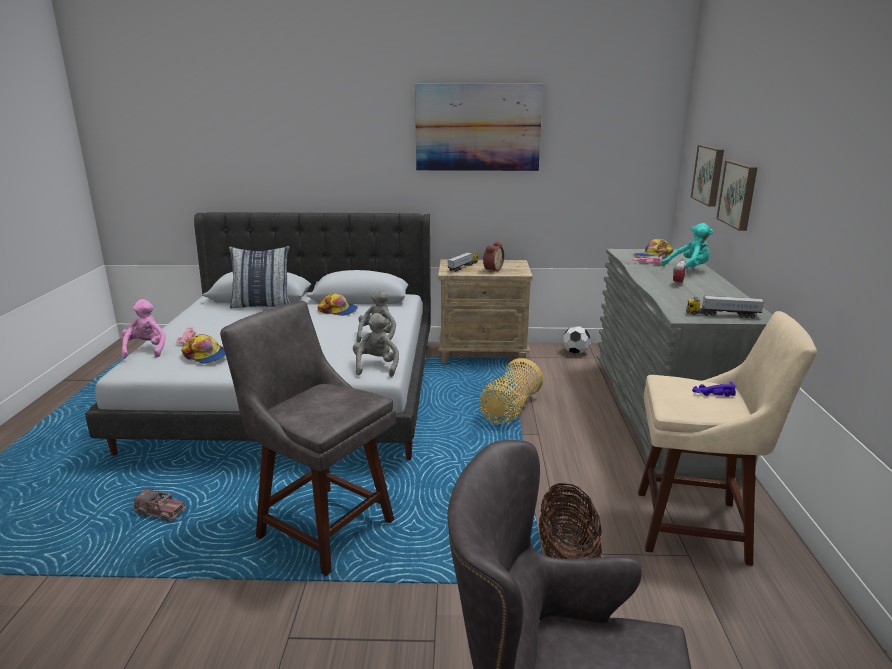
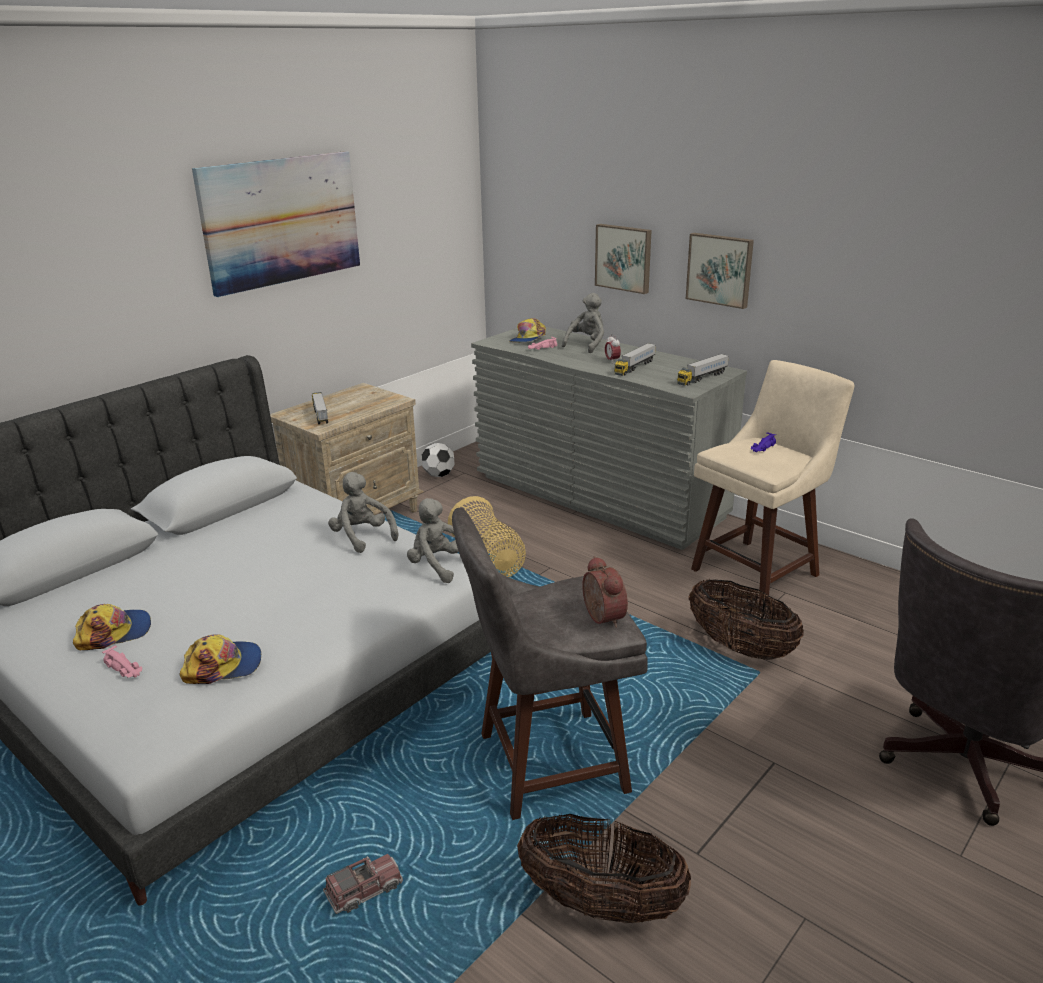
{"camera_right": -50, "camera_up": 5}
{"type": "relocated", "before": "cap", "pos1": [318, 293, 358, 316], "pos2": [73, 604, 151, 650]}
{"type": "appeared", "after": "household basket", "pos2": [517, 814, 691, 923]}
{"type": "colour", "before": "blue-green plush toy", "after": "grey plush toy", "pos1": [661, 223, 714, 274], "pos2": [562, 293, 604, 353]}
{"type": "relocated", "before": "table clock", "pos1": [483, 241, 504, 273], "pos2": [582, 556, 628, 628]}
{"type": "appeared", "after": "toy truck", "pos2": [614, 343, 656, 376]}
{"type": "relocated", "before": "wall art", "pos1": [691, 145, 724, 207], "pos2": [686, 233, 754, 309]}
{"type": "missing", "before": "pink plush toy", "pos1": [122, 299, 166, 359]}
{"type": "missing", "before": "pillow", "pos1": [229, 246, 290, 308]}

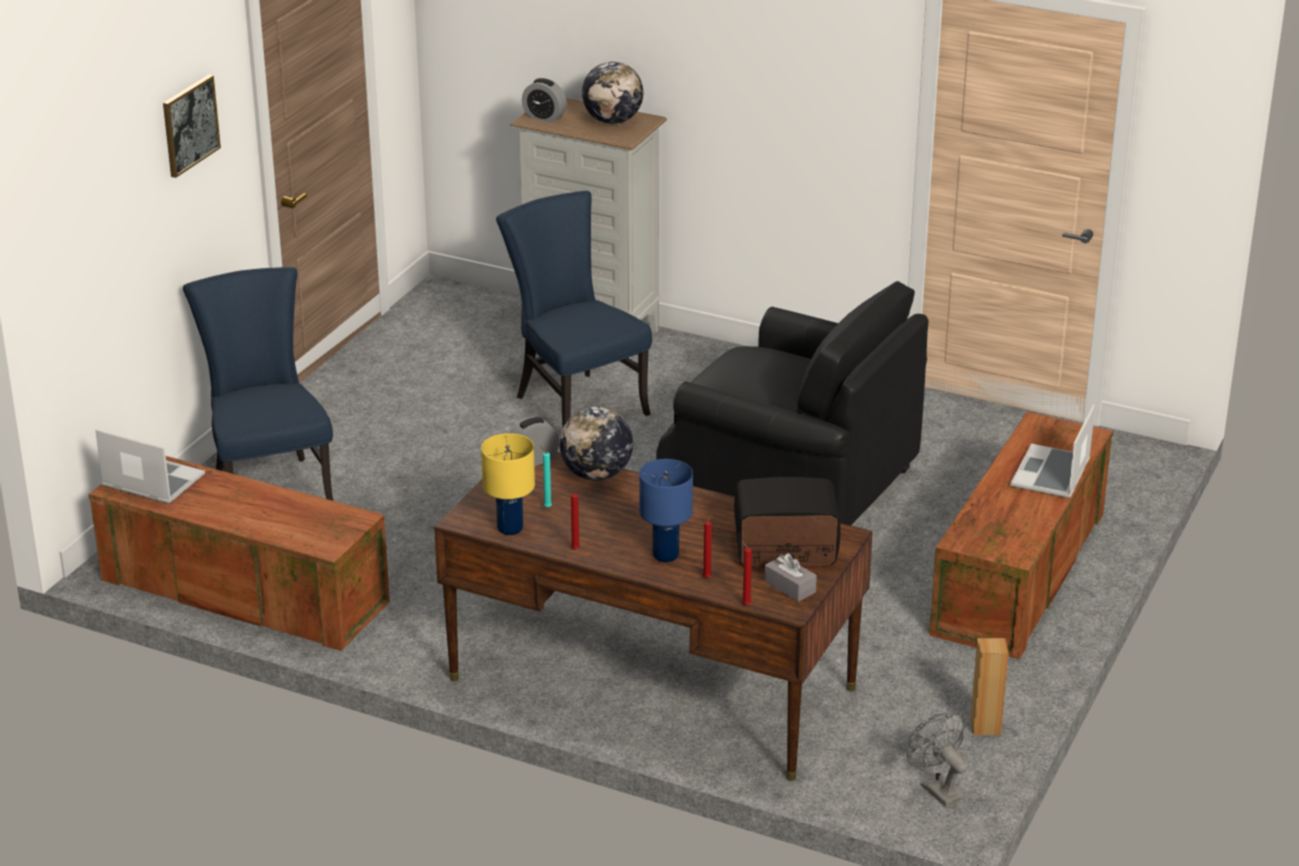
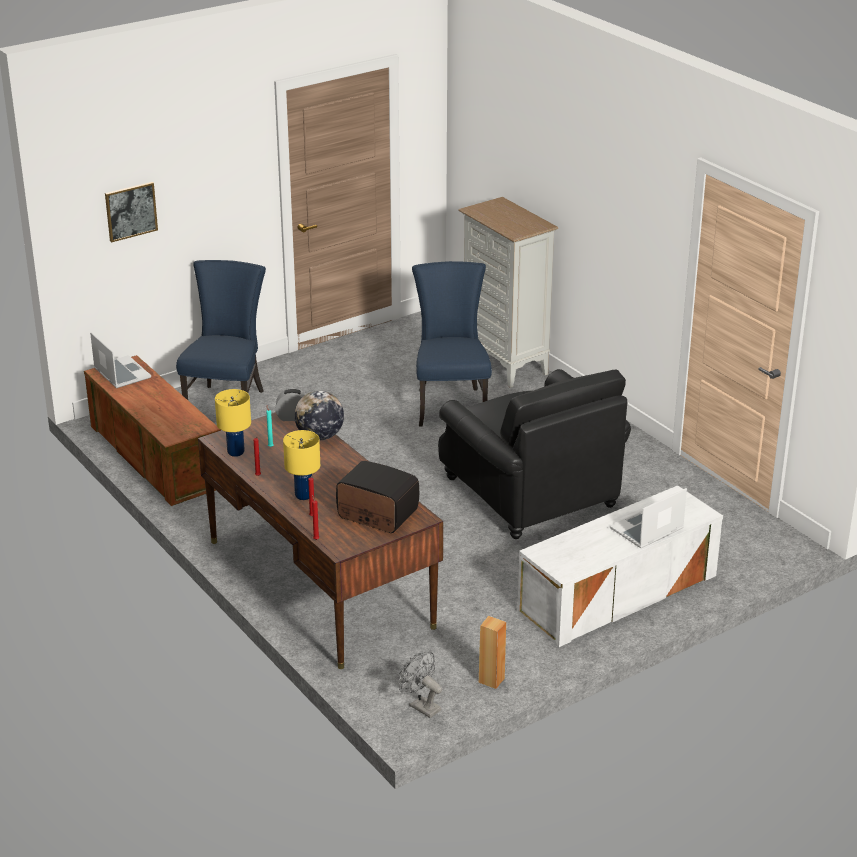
{"camera_right": 30, "camera_up": 0}
{"type": "relocated", "before": "wall art", "pos1": [163, 75, 221, 178], "pos2": [105, 182, 158, 242]}
{"type": "colour", "before": "blue table lamp", "after": "yellow table lamp", "pos1": [639, 459, 693, 562], "pos2": [283, 430, 320, 500]}
{"type": "spun", "before": "grey electric fan", "pos1": [907, 712, 967, 807], "pos2": [399, 652, 442, 718], "turn": -45}
{"type": "colour", "before": "brown bench", "after": "whitish bench", "pos1": [929, 412, 1113, 659], "pos2": [517, 486, 723, 647]}
{"type": "missing", "before": "table clock", "pos1": [522, 78, 567, 122]}
{"type": "missing", "before": "desk globe", "pos1": [582, 62, 643, 124]}
{"type": "missing", "before": "grey tissue holder", "pos1": [764, 553, 817, 602]}

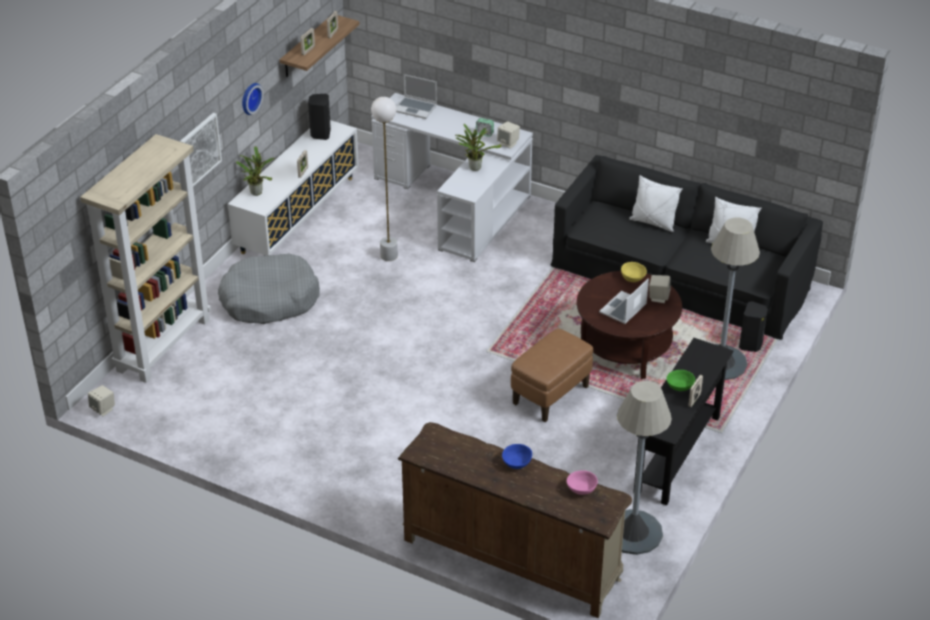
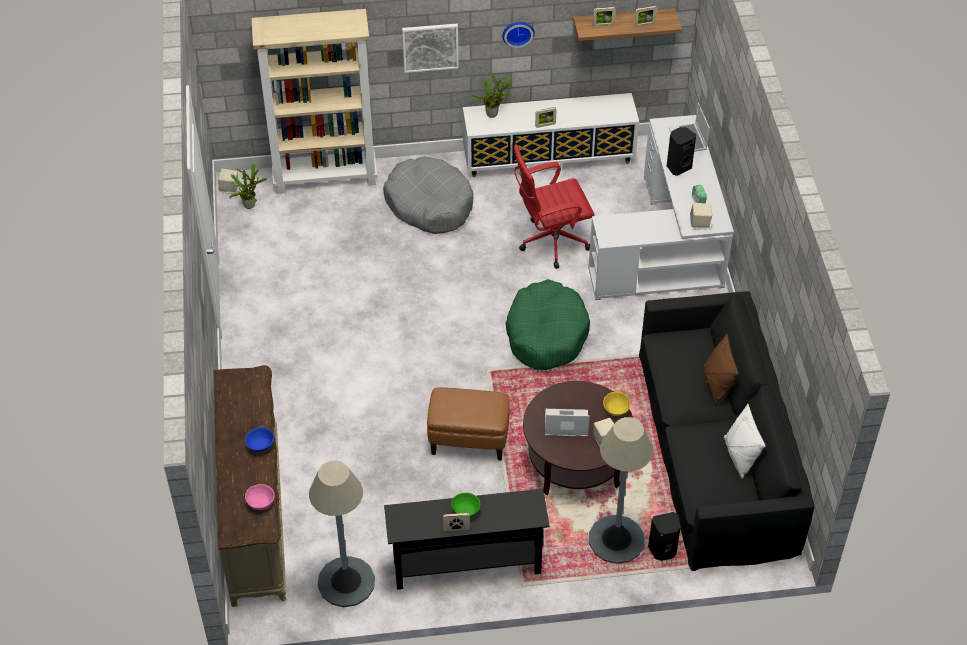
{"camera_right": 55, "camera_up": 10}
{"type": "relocated", "before": "potted plant", "pos1": [455, 124, 501, 171], "pos2": [229, 163, 267, 209]}
{"type": "appeared", "after": "green-coloured dog cushion", "pos2": [506, 279, 590, 370]}
{"type": "exchanged", "before": "whitish standard lamp", "after": "red-coloured desk chair", "pos1": [371, 97, 398, 261], "pos2": [514, 145, 594, 269]}
{"type": "relocated", "before": "blackish loudspeaker", "pos1": [308, 94, 331, 140], "pos2": [667, 127, 696, 176]}
{"type": "colour", "before": "whitish pillow", "after": "brown pillow", "pos1": [629, 175, 683, 232], "pos2": [704, 334, 738, 406]}

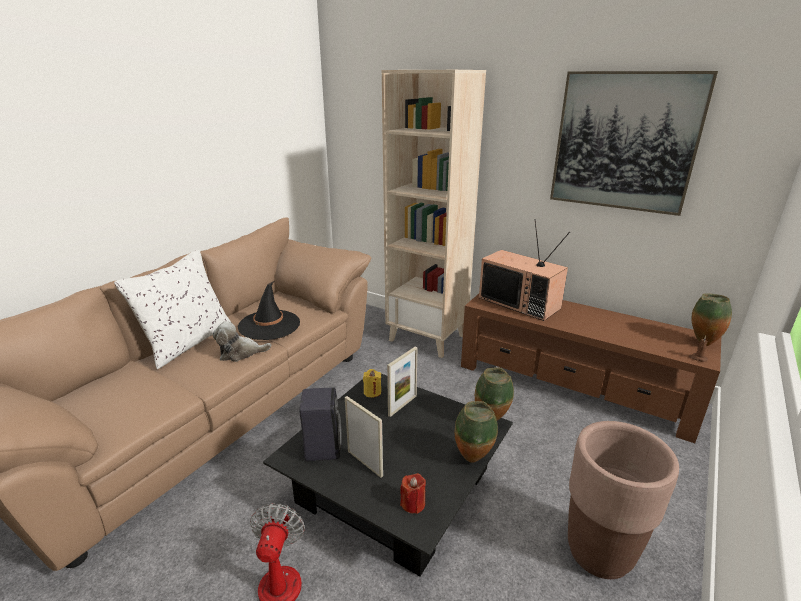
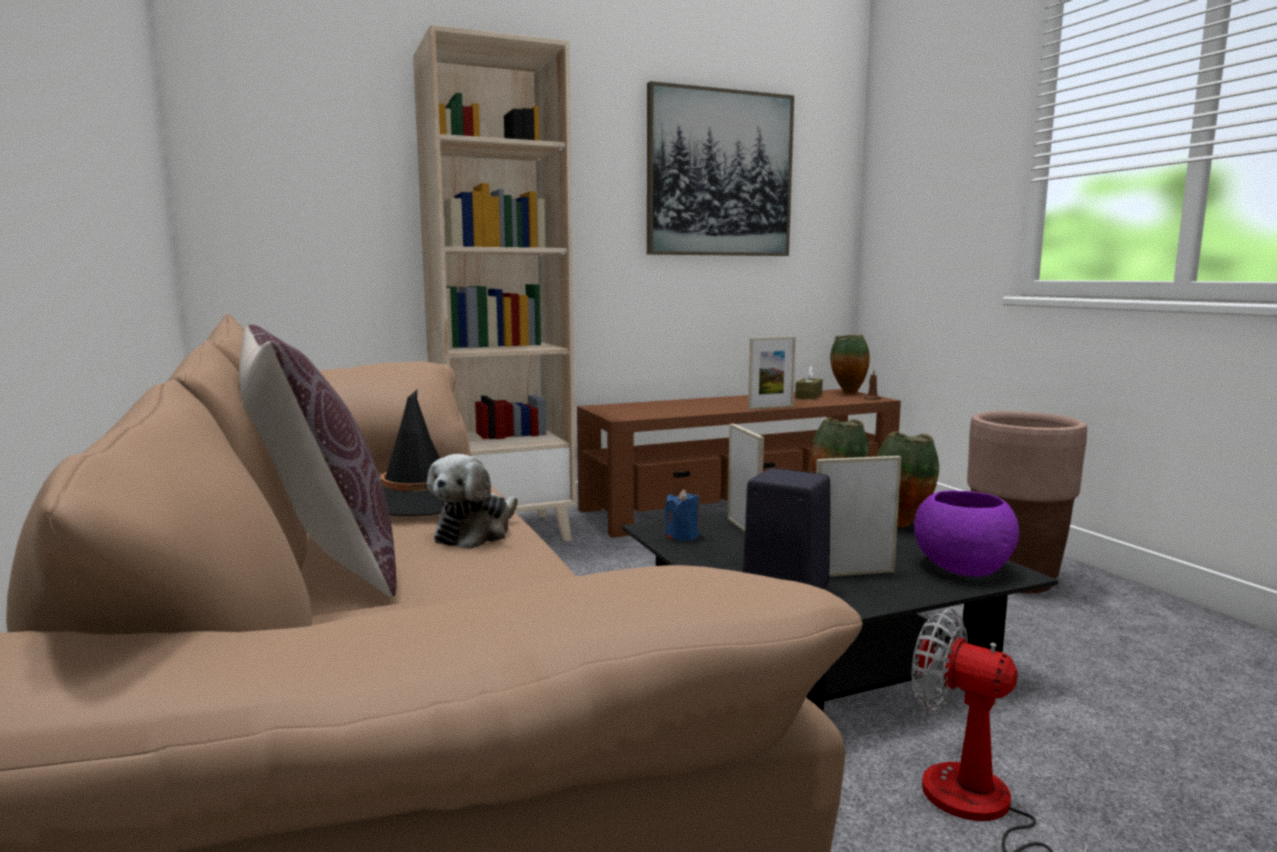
{"camera_right": -55, "camera_up": -15}
{"type": "colour", "before": "whitish pillow", "after": "brown pillow", "pos1": [114, 250, 231, 369], "pos2": [239, 325, 397, 597]}
{"type": "colour", "before": "yellow wax candle", "after": "blue wax candle", "pos1": [363, 369, 381, 398], "pos2": [665, 489, 699, 541]}
{"type": "appeared", "after": "standing frame", "pos2": [748, 337, 796, 410]}
{"type": "appeared", "after": "brown tissue holder", "pos2": [795, 365, 823, 399]}
{"type": "exchanged", "before": "red-coloured wax candle", "after": "purple deep dish", "pos1": [400, 473, 426, 514], "pos2": [914, 491, 1019, 577]}
{"type": "missing", "before": "TV", "pos1": [479, 219, 570, 321]}

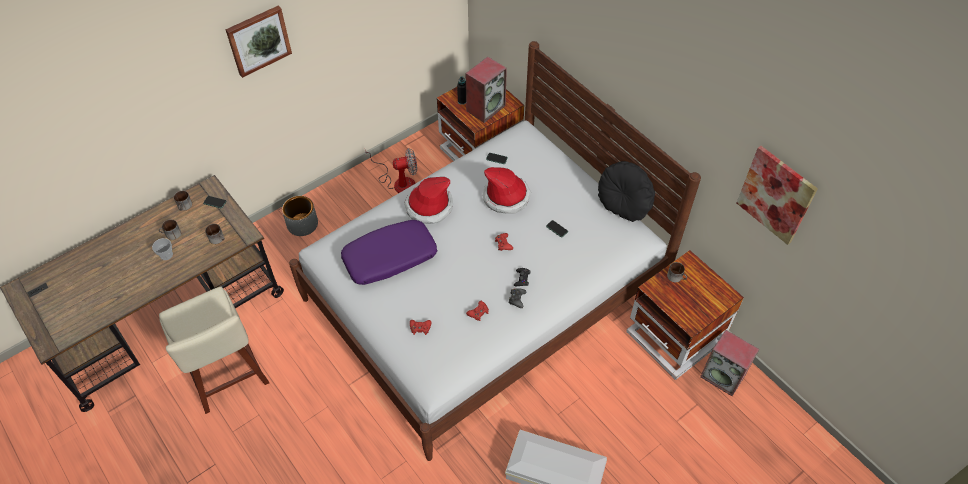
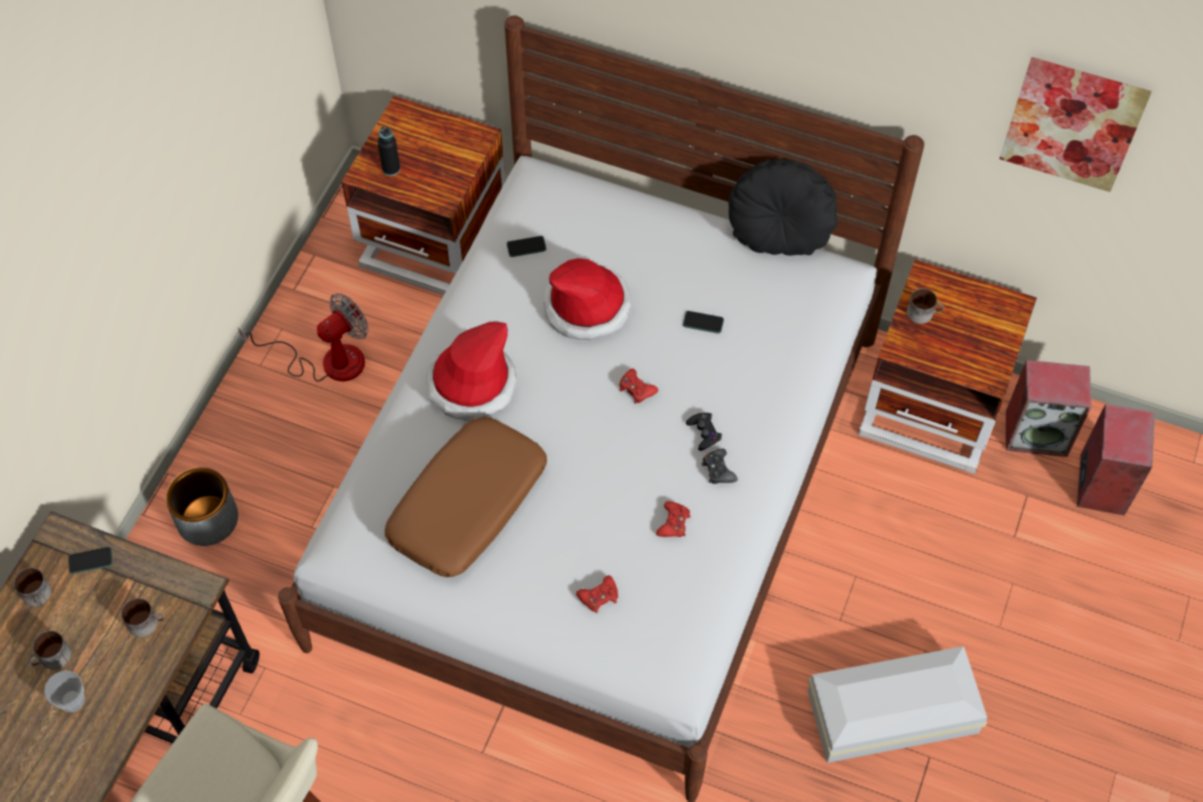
{"camera_right": -30, "camera_up": 5}
{"type": "colour", "before": "purple pillow", "after": "brown pillow", "pos1": [341, 220, 437, 285], "pos2": [385, 417, 547, 577]}
{"type": "relocated", "before": "loudspeaker", "pos1": [466, 57, 507, 123], "pos2": [1077, 404, 1155, 515]}
{"type": "missing", "before": "wall art", "pos1": [225, 6, 292, 78]}

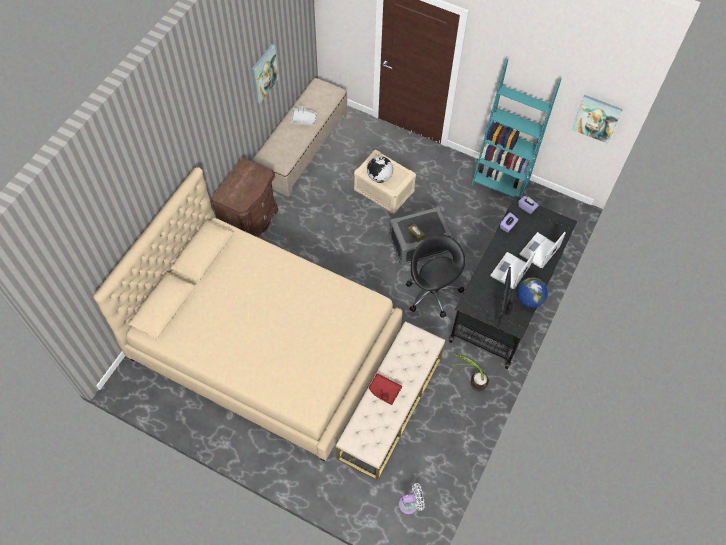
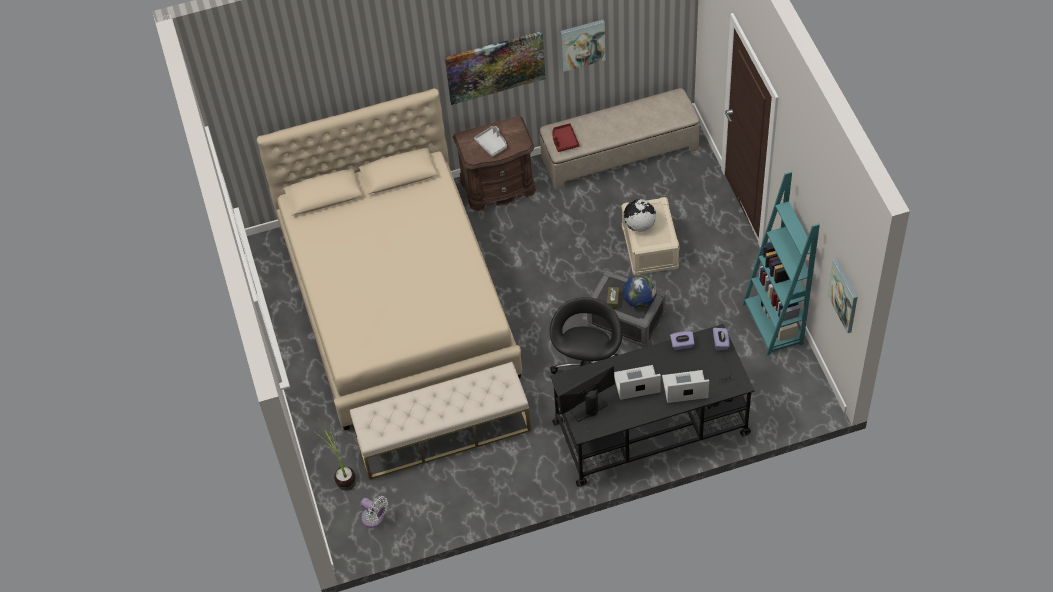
{"camera_right": 50, "camera_up": -5}
{"type": "relocated", "before": "potted plant", "pos1": [453, 351, 489, 392], "pos2": [315, 418, 356, 491]}
{"type": "appeared", "after": "wall art", "pos2": [445, 31, 546, 105]}
{"type": "relocated", "before": "grey serving tray", "pos1": [291, 105, 316, 126], "pos2": [474, 126, 507, 157]}
{"type": "relocated", "before": "red-coloured serving tray", "pos1": [369, 373, 402, 405], "pos2": [552, 123, 579, 152]}
{"type": "relocated", "before": "desk globe", "pos1": [517, 277, 548, 308], "pos2": [623, 275, 656, 309]}

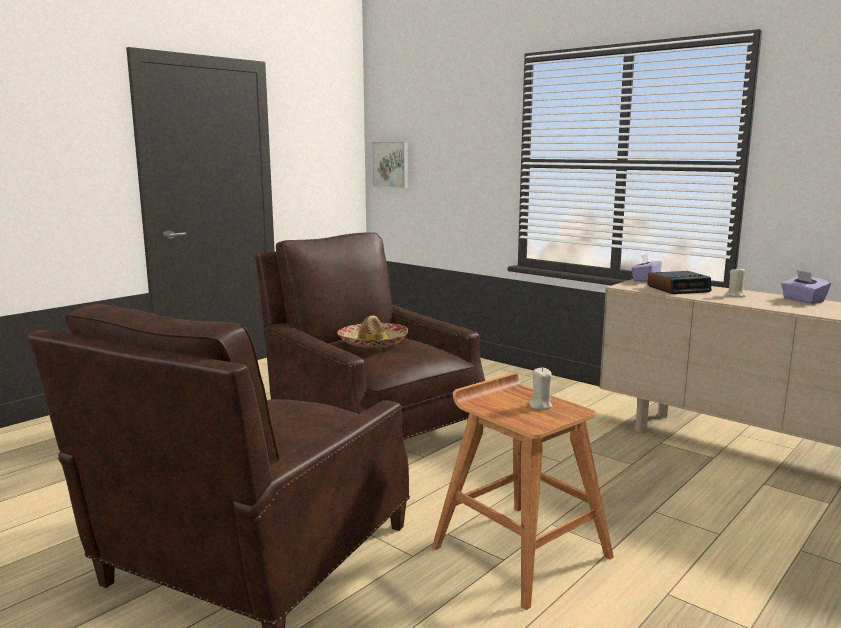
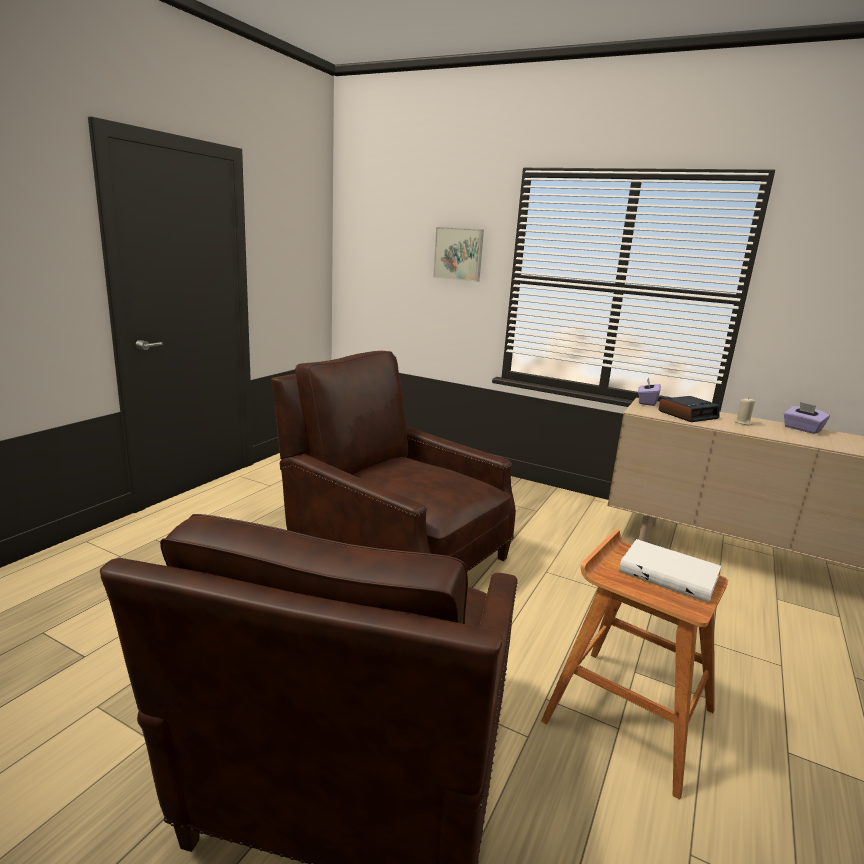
{"camera_right": -15, "camera_up": 5}
{"type": "relocated", "before": "wall art", "pos1": [372, 142, 408, 188], "pos2": [433, 227, 484, 282]}
{"type": "exchanged", "before": "beige wax candle", "after": "whitish volume", "pos1": [529, 368, 552, 410], "pos2": [619, 539, 721, 603]}
{"type": "missing", "before": "hat", "pos1": [337, 316, 408, 348]}

